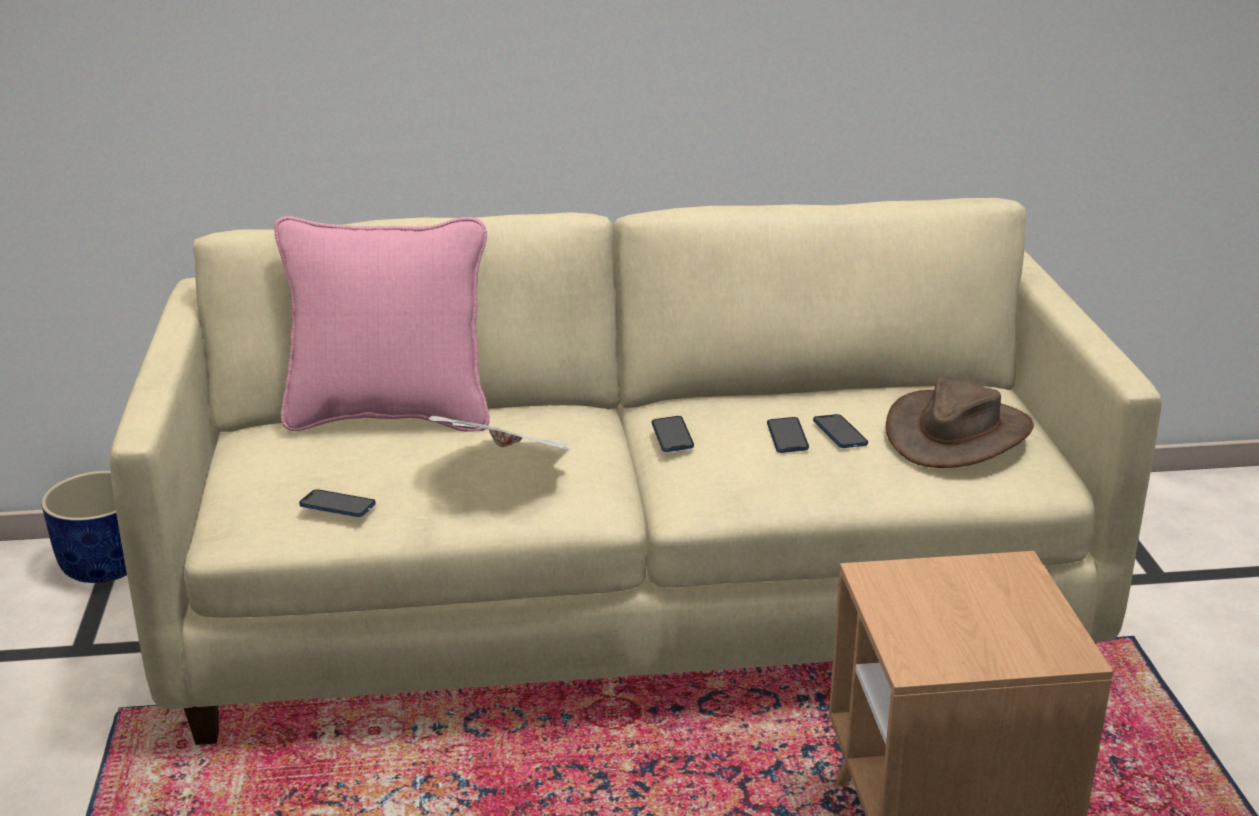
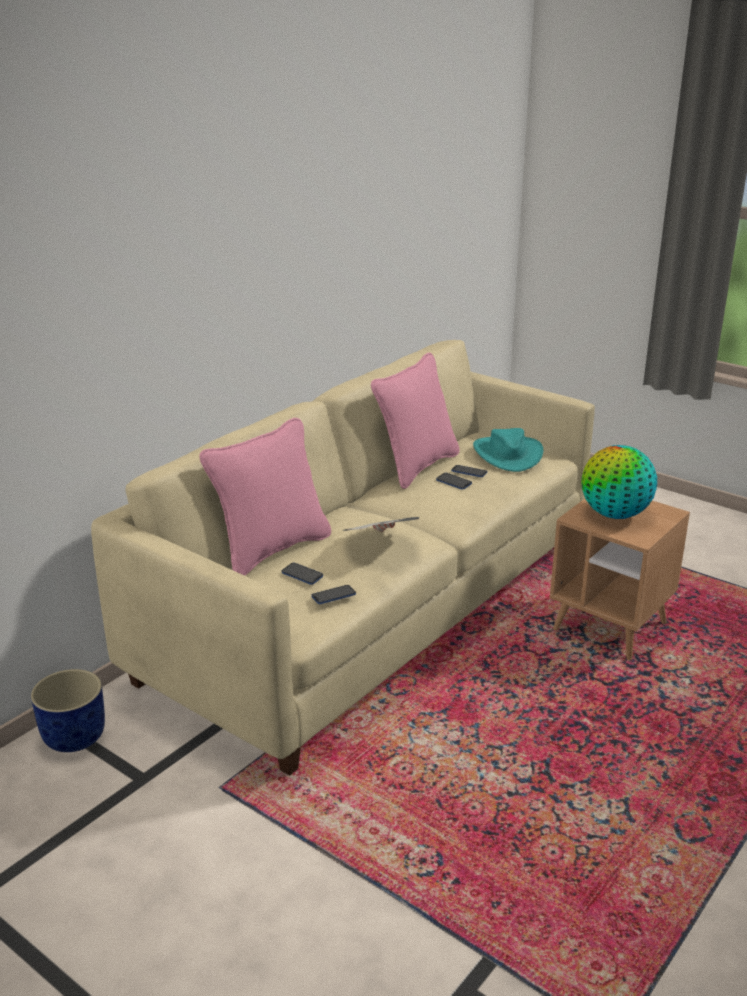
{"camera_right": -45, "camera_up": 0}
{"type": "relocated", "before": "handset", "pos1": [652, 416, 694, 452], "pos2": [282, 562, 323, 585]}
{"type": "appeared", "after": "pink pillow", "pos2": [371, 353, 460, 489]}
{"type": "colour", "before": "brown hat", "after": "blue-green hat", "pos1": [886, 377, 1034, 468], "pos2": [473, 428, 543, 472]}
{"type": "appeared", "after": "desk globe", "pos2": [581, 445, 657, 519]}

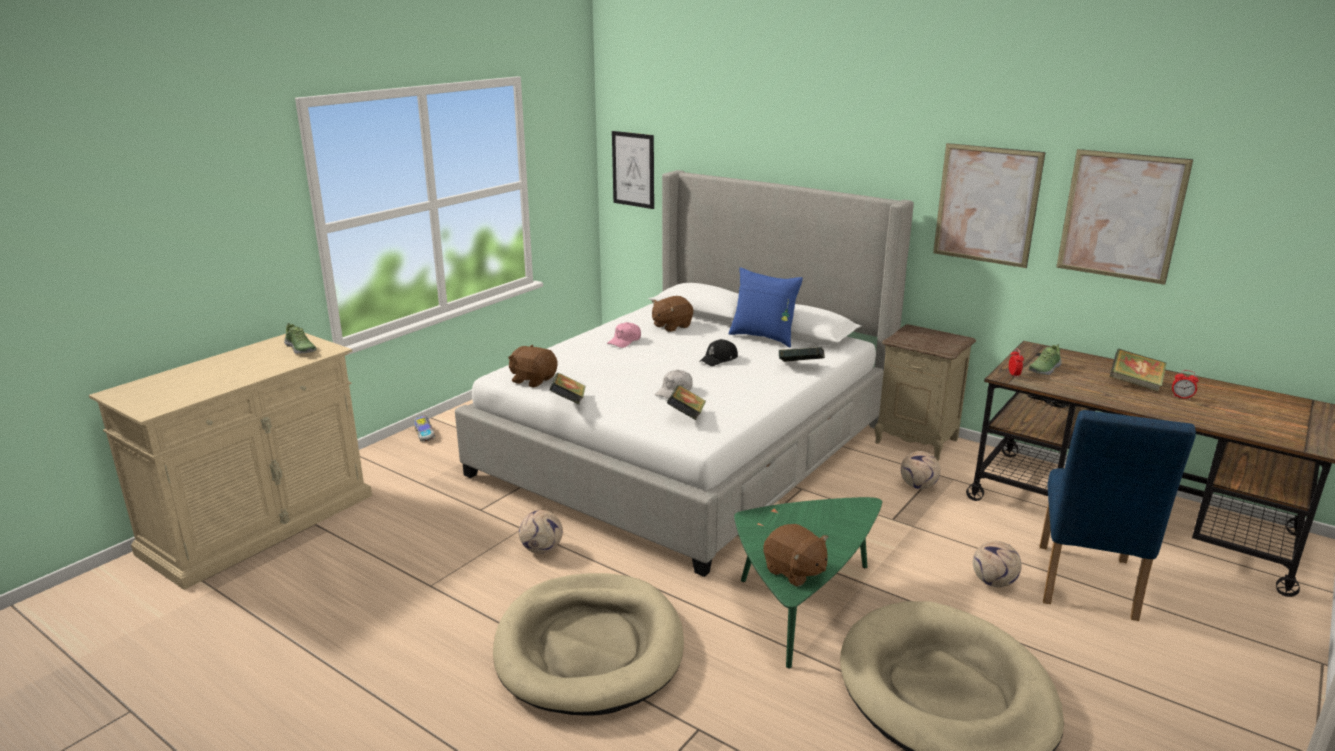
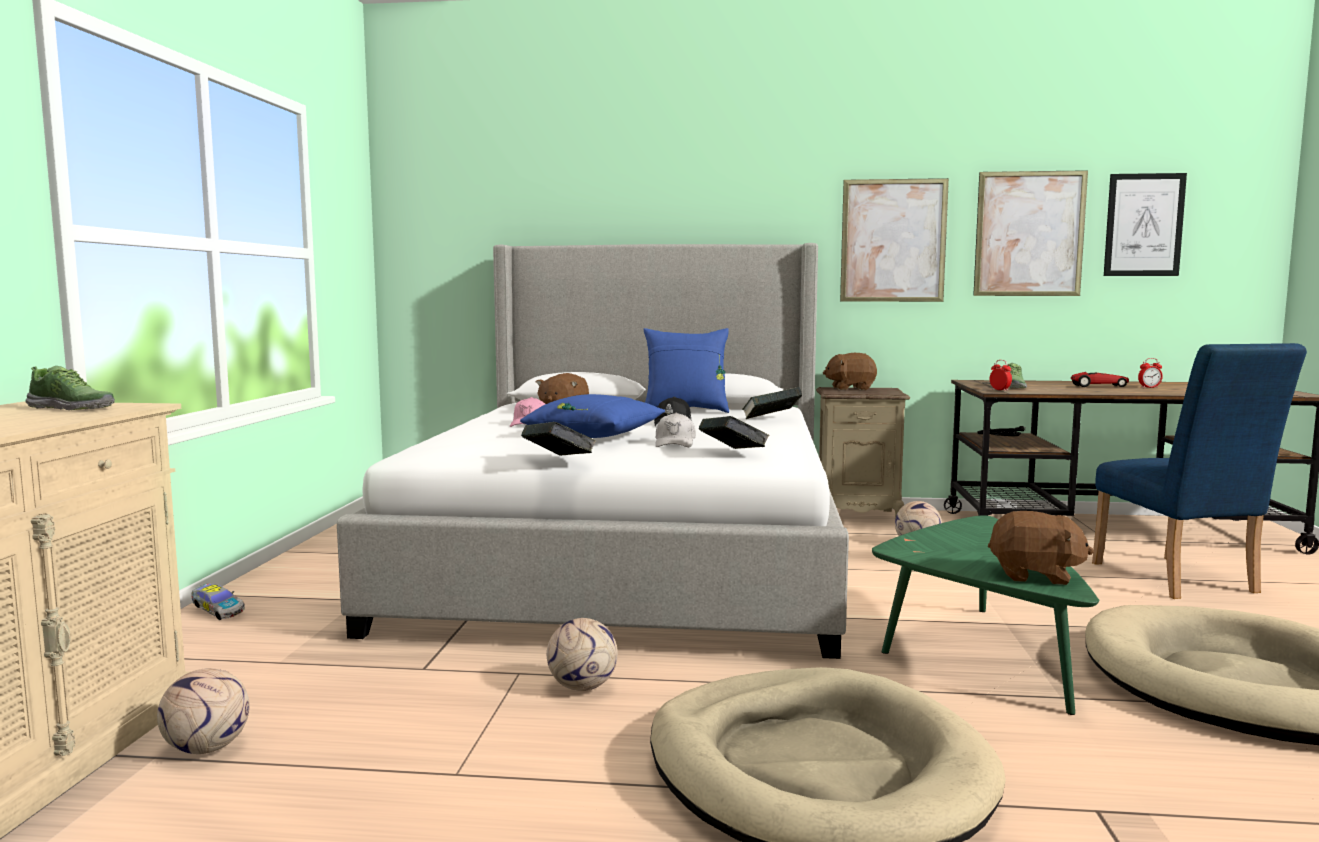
{"camera_right": -30, "camera_up": -15}
{"type": "relocated", "before": "ball for football", "pos1": [973, 541, 1022, 587], "pos2": [157, 668, 250, 754]}
{"type": "appeared", "after": "blue pillow", "pos2": [520, 394, 665, 438]}
{"type": "relocated", "before": "brown plush toy", "pos1": [508, 344, 557, 388], "pos2": [823, 353, 877, 390]}
{"type": "exchanged", "before": "volume", "after": "toy car", "pos1": [1110, 349, 1167, 392], "pos2": [1071, 372, 1129, 387]}
{"type": "relocated", "before": "wall art", "pos1": [612, 131, 654, 209], "pos2": [1104, 173, 1187, 276]}

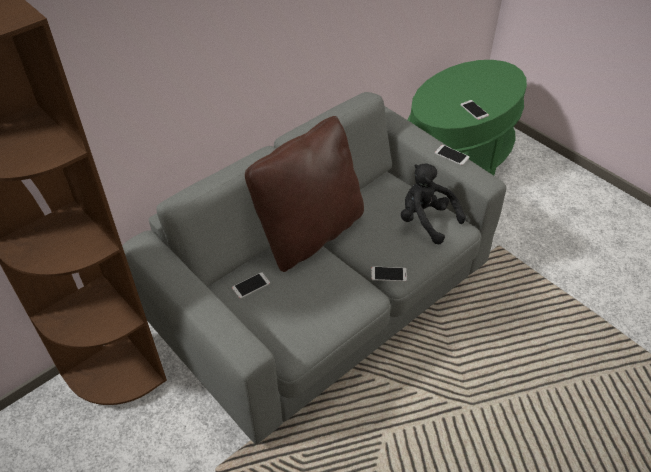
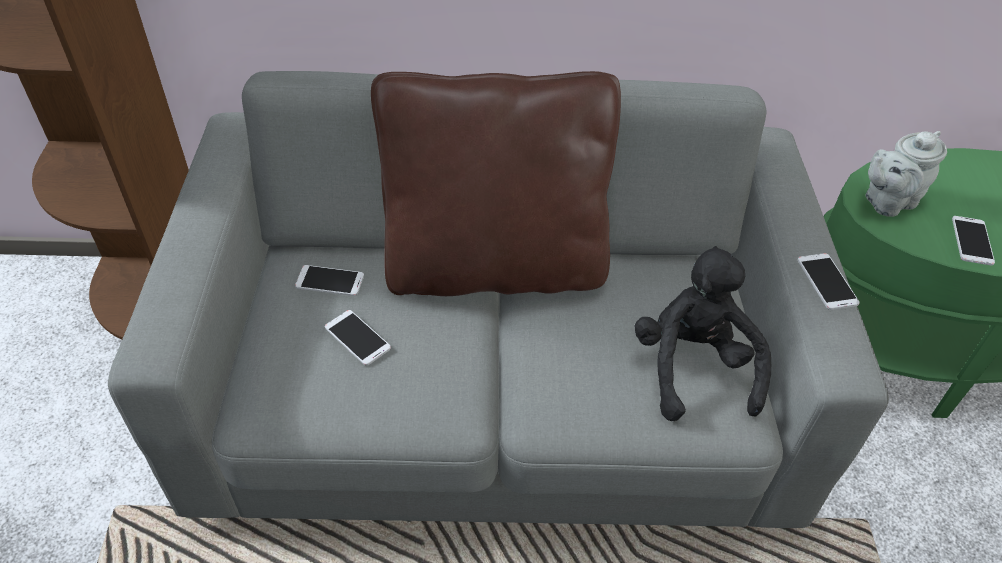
{"camera_right": 40, "camera_up": 0}
{"type": "relocated", "before": "handset", "pos1": [371, 266, 407, 282], "pos2": [325, 310, 391, 366]}
{"type": "appeared", "after": "grey tea pot", "pos2": [866, 131, 947, 217]}

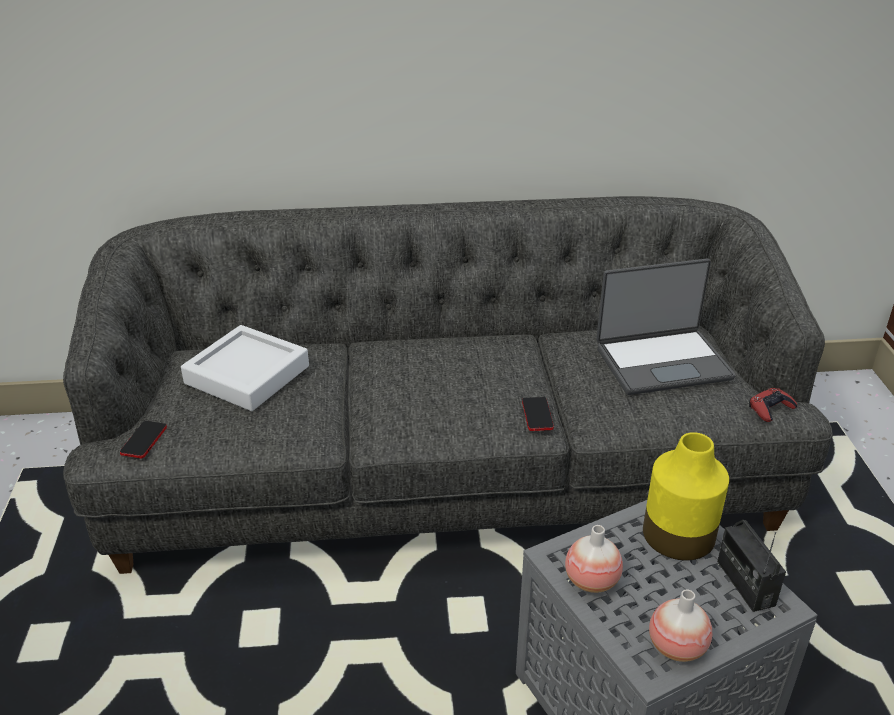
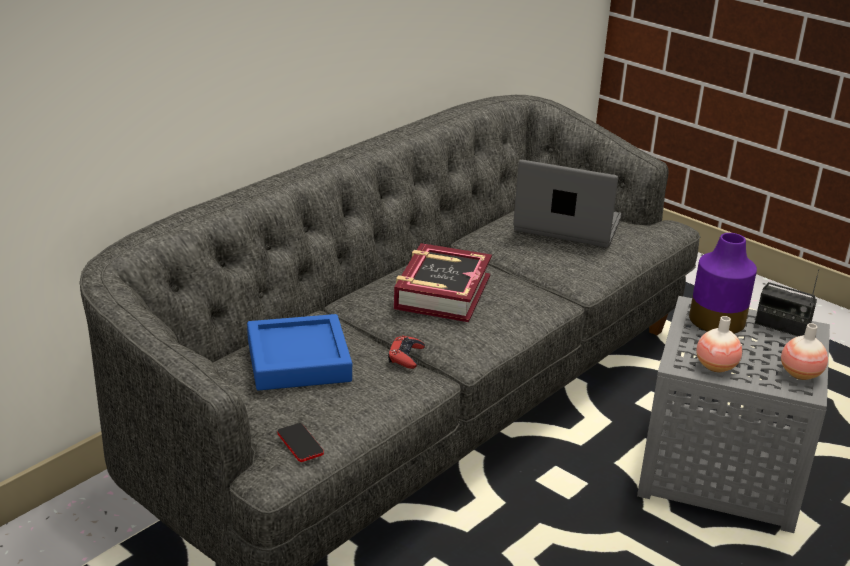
{"camera_right": -45, "camera_up": -5}
{"type": "colour", "before": "whitish serving tray", "after": "blue serving tray", "pos1": [181, 325, 309, 411], "pos2": [247, 314, 352, 391]}
{"type": "relocated", "before": "red-coloured gamepad", "pos1": [749, 388, 797, 422], "pos2": [388, 335, 425, 369]}
{"type": "appeared", "after": "volume", "pos2": [394, 243, 492, 322]}
{"type": "spun", "before": "notebook computer", "pos1": [596, 259, 735, 395], "pos2": [513, 160, 622, 247], "turn": -105}
{"type": "colour", "before": "yellow flower vase", "after": "purple flower vase", "pos1": [643, 432, 729, 561], "pos2": [689, 233, 757, 334]}
{"type": "missing", "before": "handset", "pos1": [522, 397, 554, 431]}

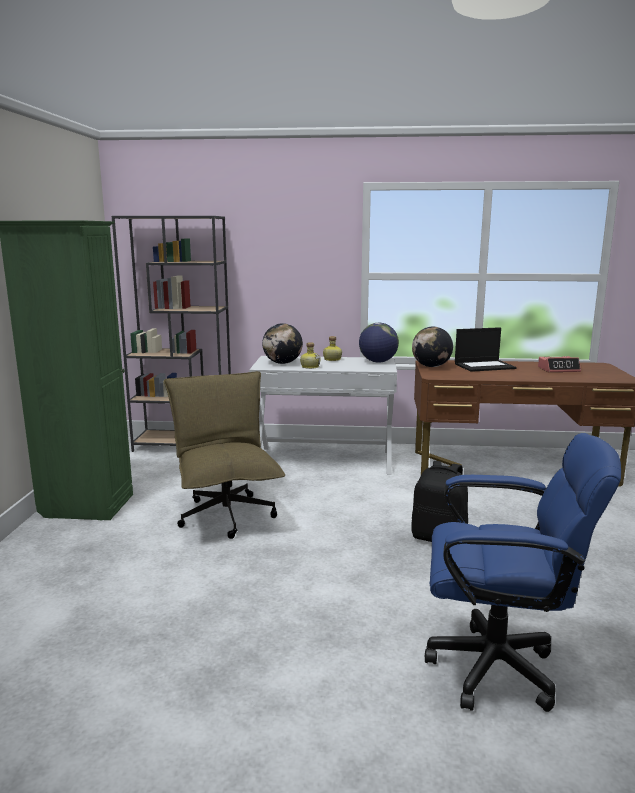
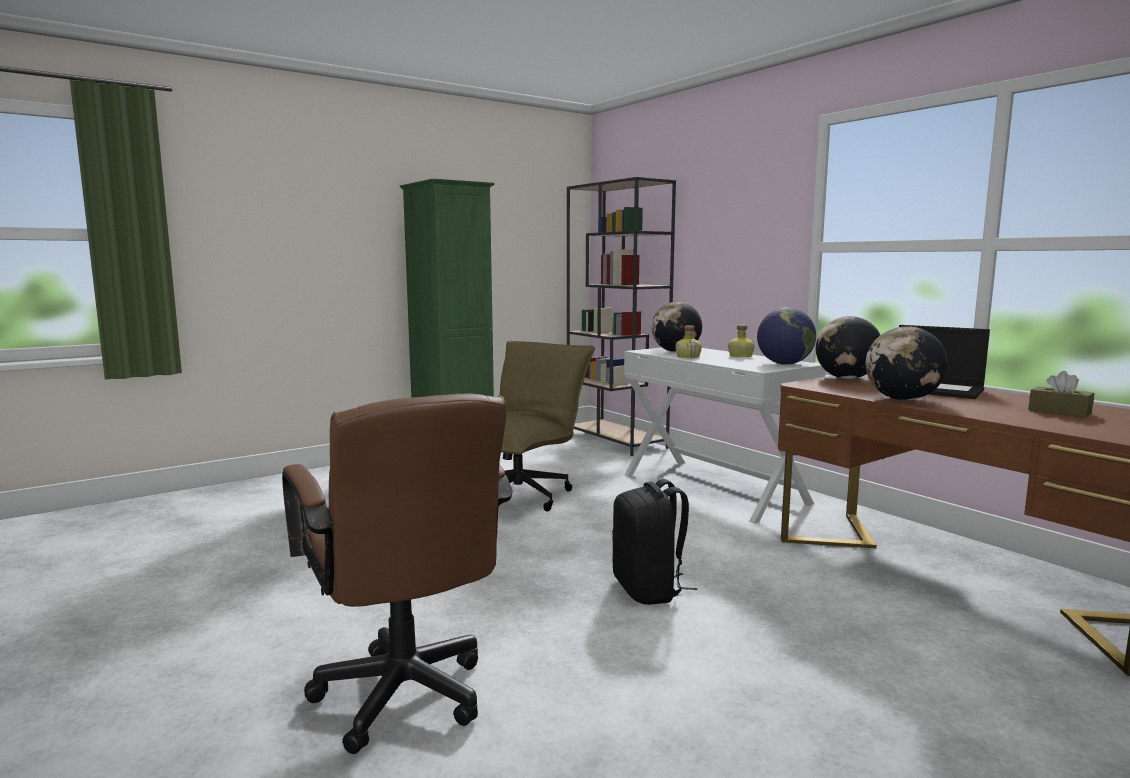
{"camera_right": 50, "camera_up": -5}
{"type": "colour", "before": "blue desk chair", "after": "brown desk chair", "pos1": [425, 433, 621, 712], "pos2": [282, 394, 513, 754]}
{"type": "appeared", "after": "desk globe", "pos2": [866, 326, 948, 400]}
{"type": "exchanged", "before": "table clock", "after": "brown tissue holder", "pos1": [538, 356, 581, 372], "pos2": [1028, 371, 1094, 418]}

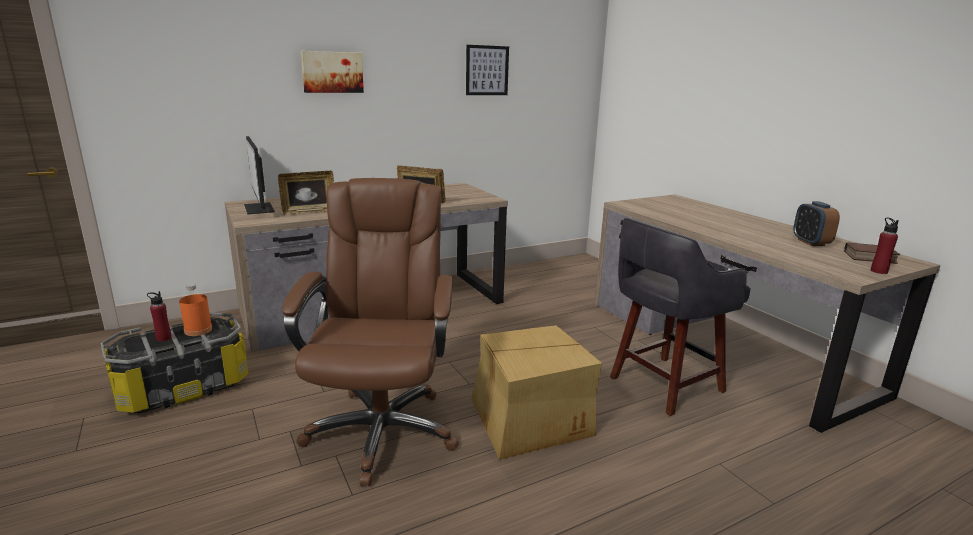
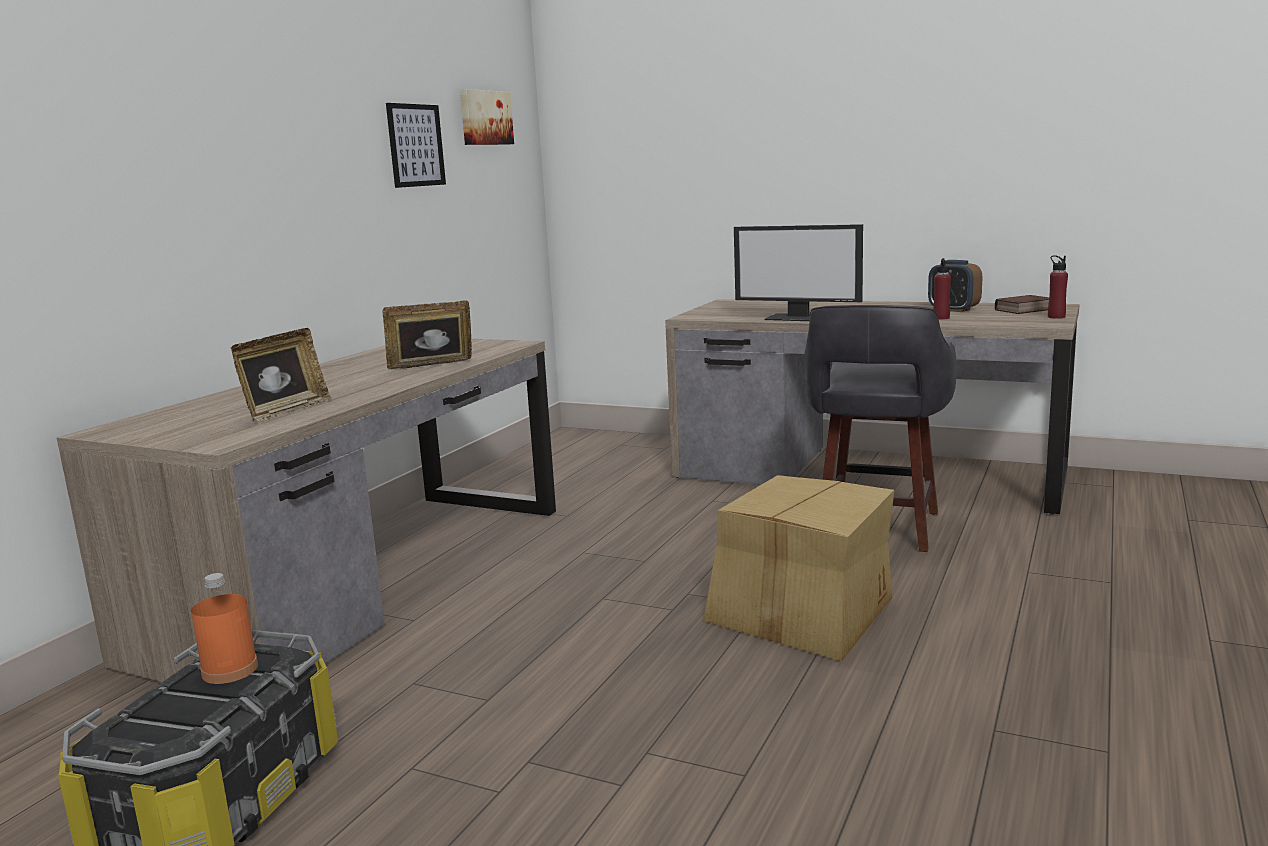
{"camera_right": -35, "camera_up": -5}
{"type": "relocated", "before": "wall art", "pos1": [301, 51, 364, 93], "pos2": [460, 89, 514, 145]}
{"type": "relocated", "before": "computer display", "pos1": [244, 136, 275, 215], "pos2": [734, 224, 863, 321]}
{"type": "relocated", "before": "red-coloured bottle", "pos1": [147, 291, 171, 342], "pos2": [933, 258, 951, 320]}
{"type": "missing", "before": "brown desk chair", "pos1": [282, 178, 459, 486]}

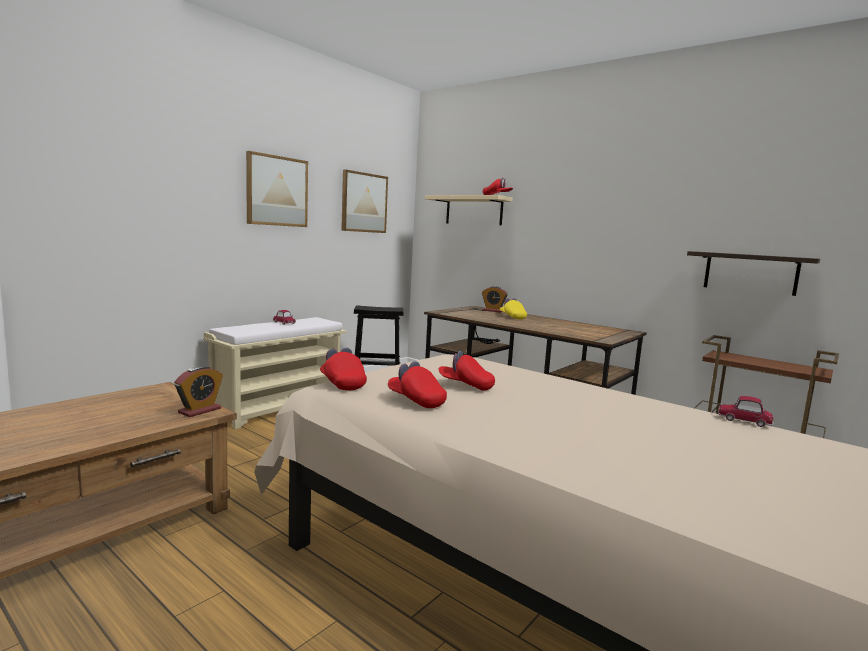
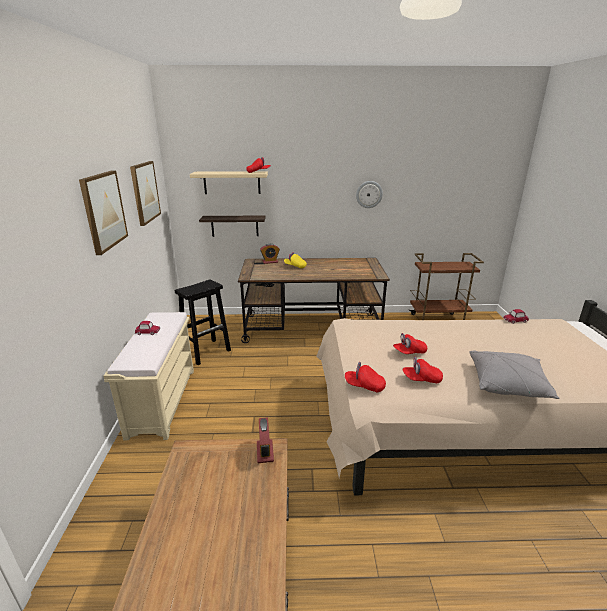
{"camera_right": -40, "camera_up": 15}
{"type": "relocated", "before": "shelf", "pos1": [687, 251, 820, 296], "pos2": [199, 216, 266, 237]}
{"type": "appeared", "after": "wall clock", "pos2": [356, 181, 383, 208]}
{"type": "appeared", "after": "grey pillow", "pos2": [469, 350, 560, 399]}

